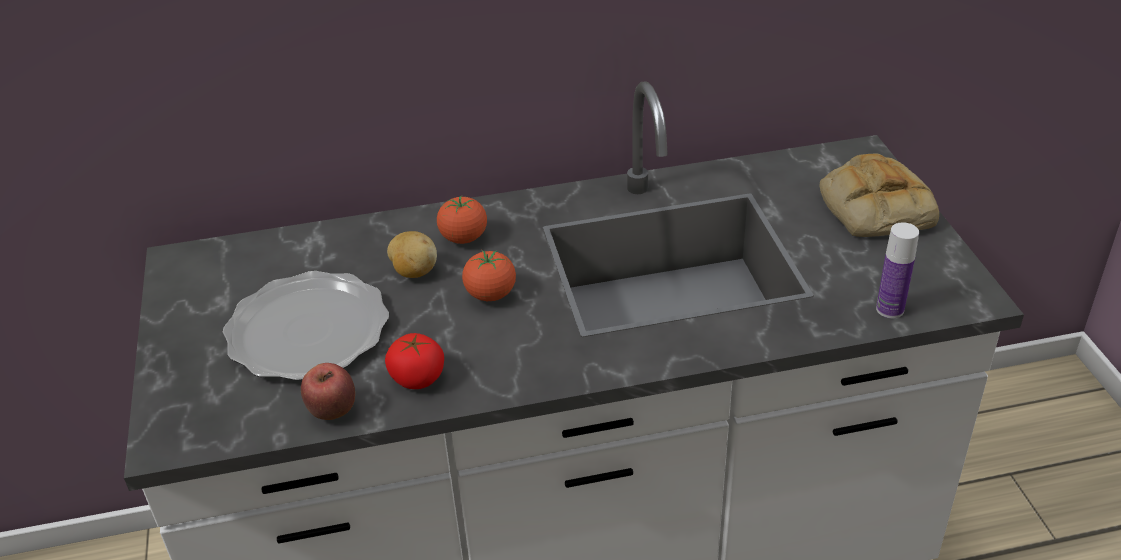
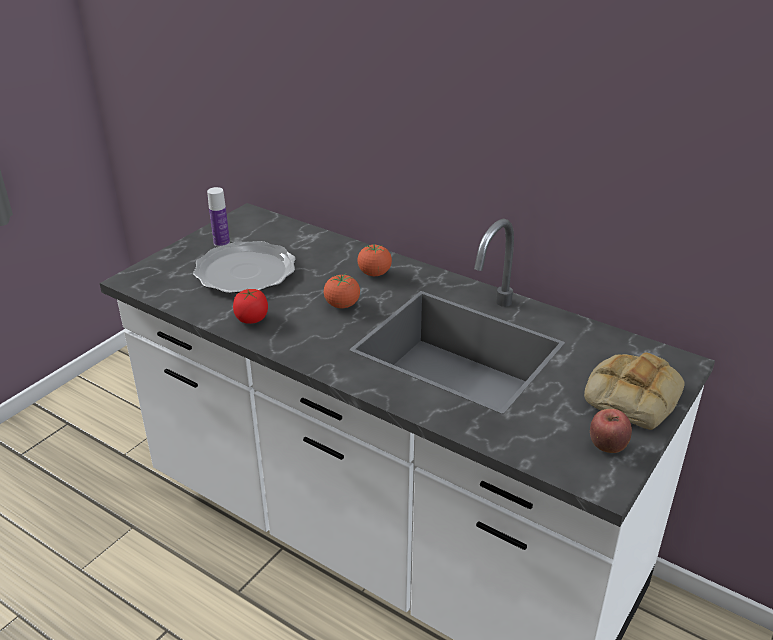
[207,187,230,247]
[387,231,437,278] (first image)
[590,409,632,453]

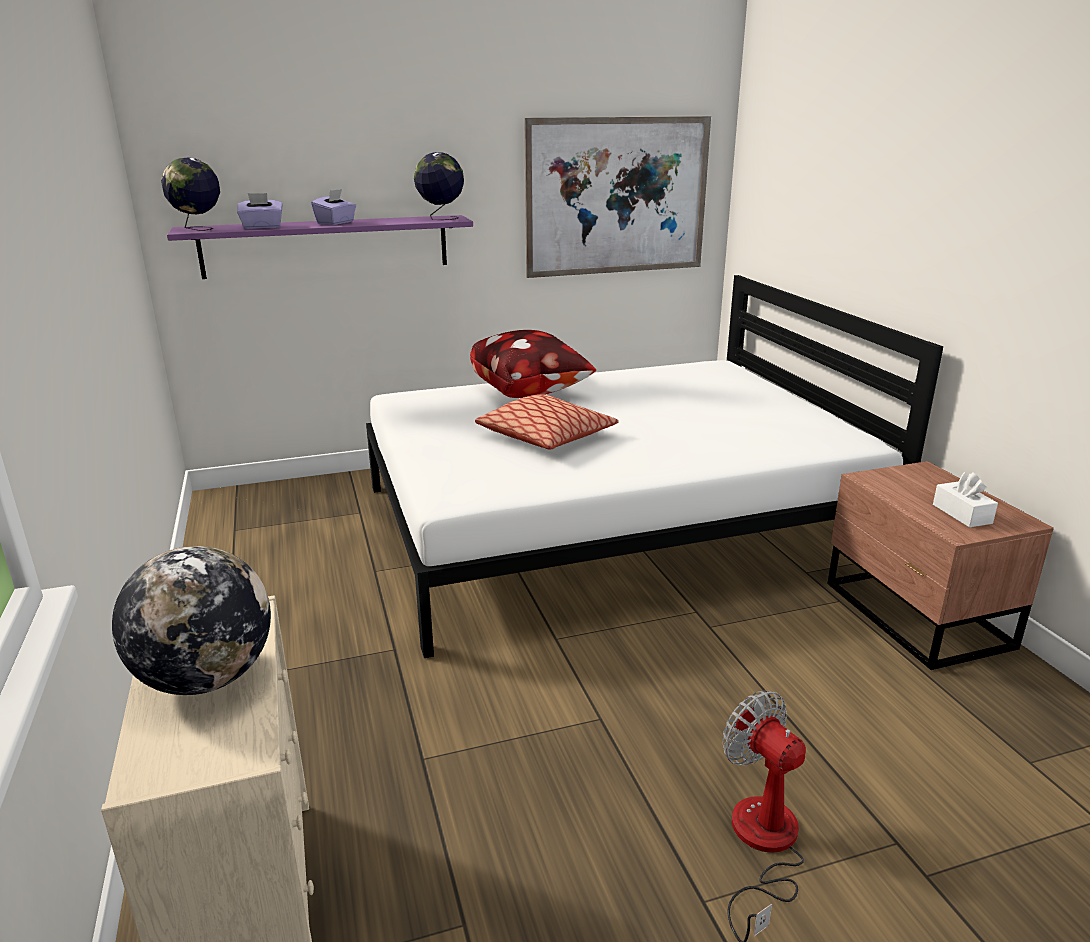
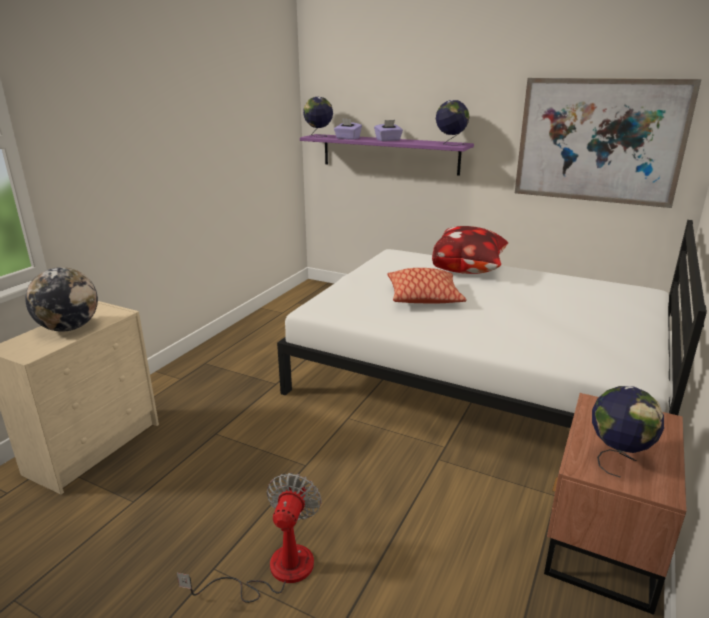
[592,386,664,478]

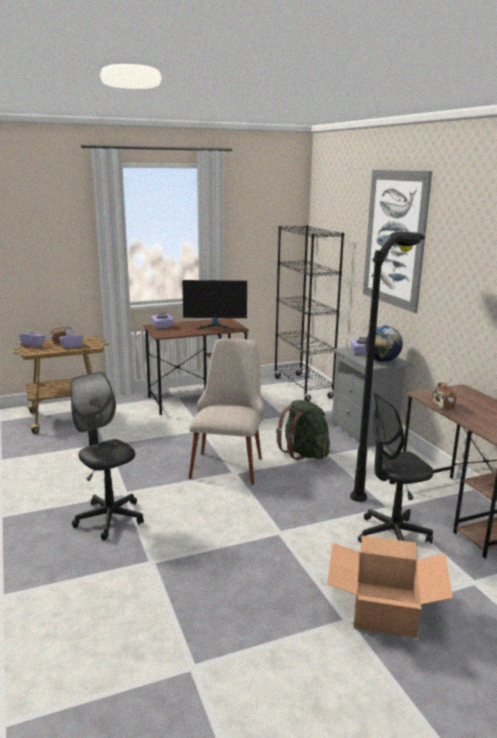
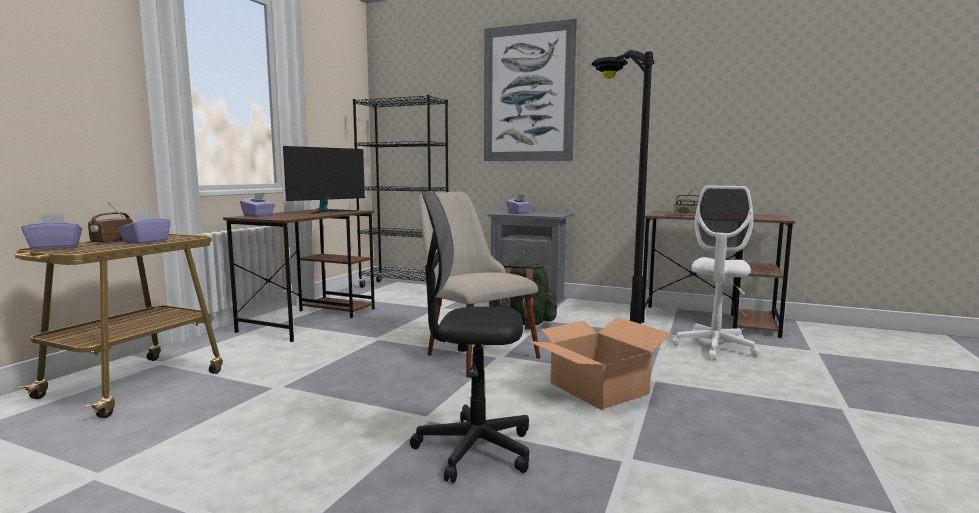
[365,325,403,362] (first image)
[672,185,759,360]
[527,317,672,410]

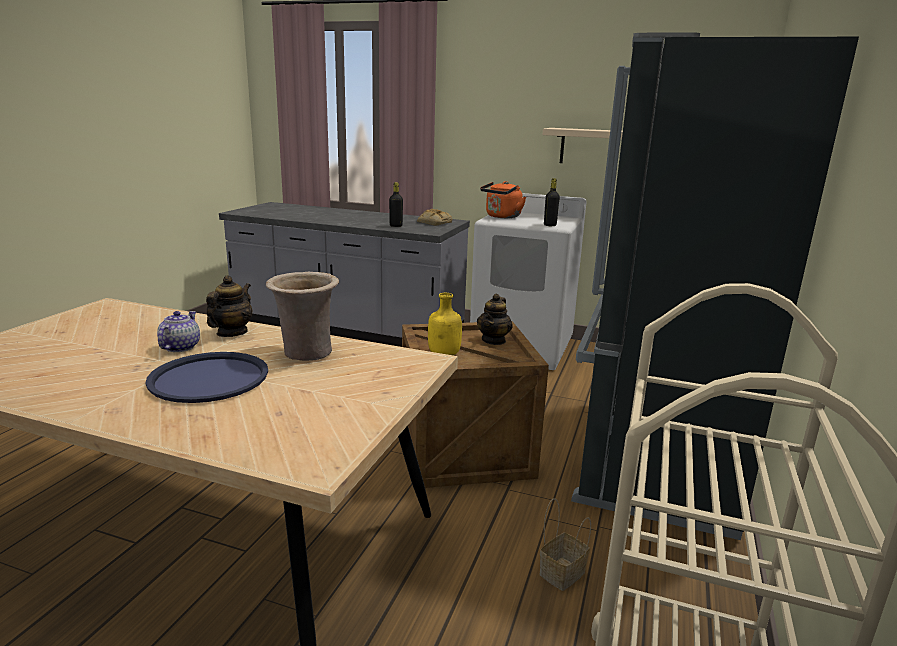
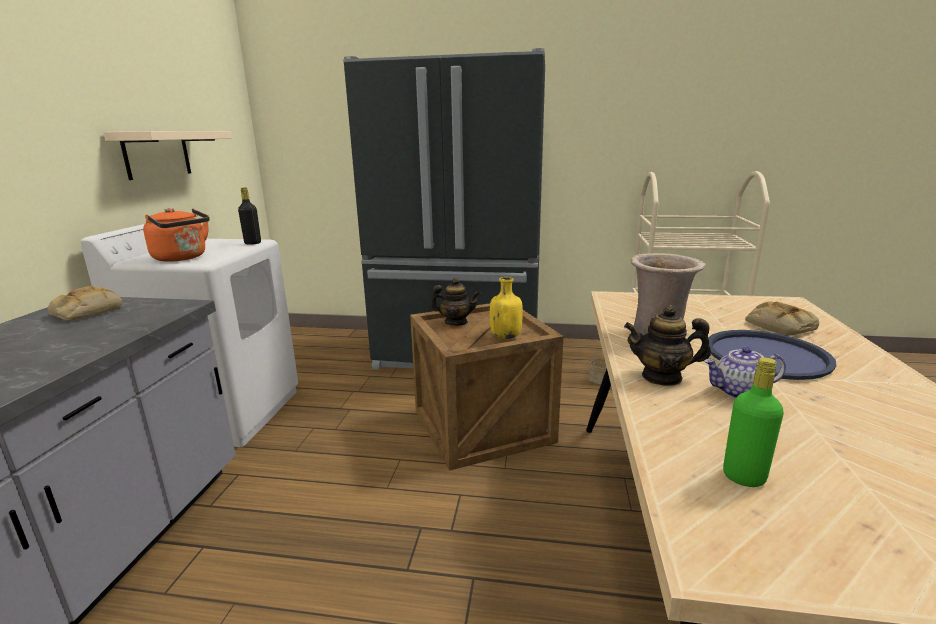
[389,182,403,227] (first image)
[745,301,819,336]
[723,357,784,487]

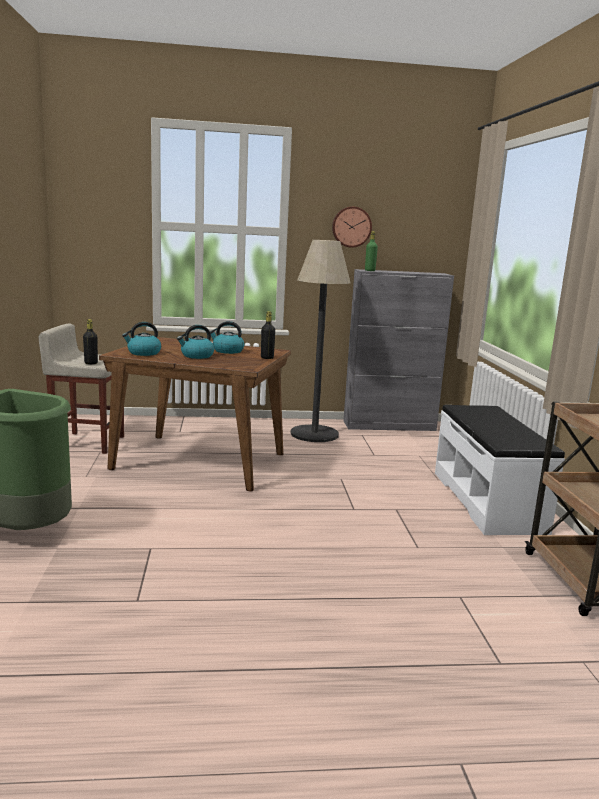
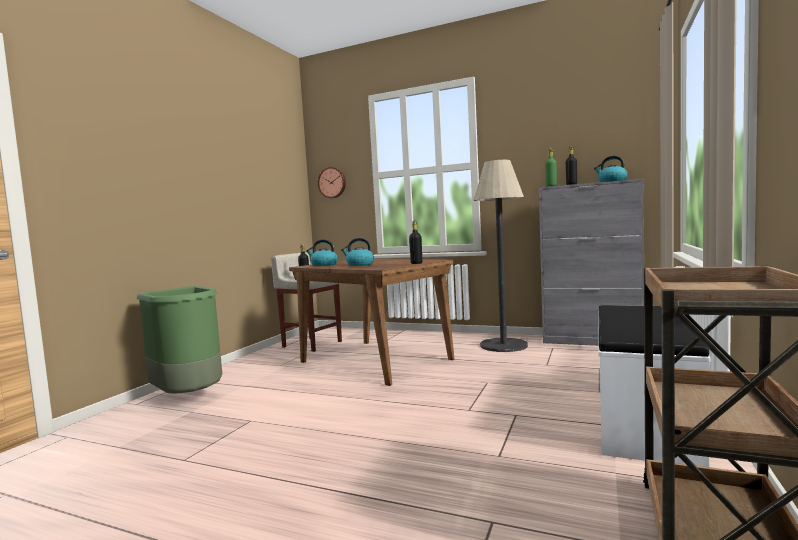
[318,167,346,198]
[594,156,628,182]
[566,146,577,185]

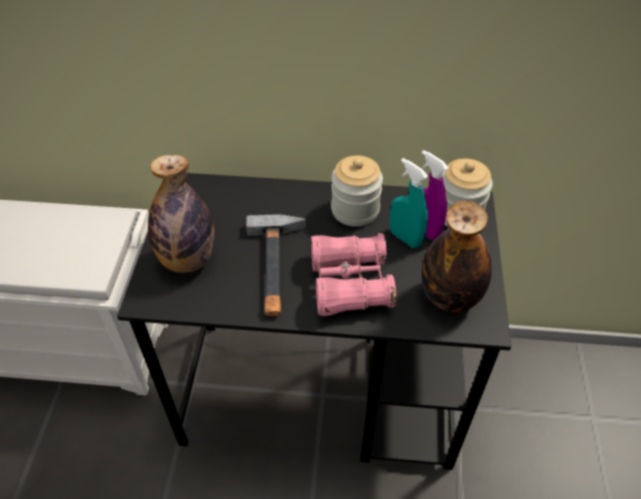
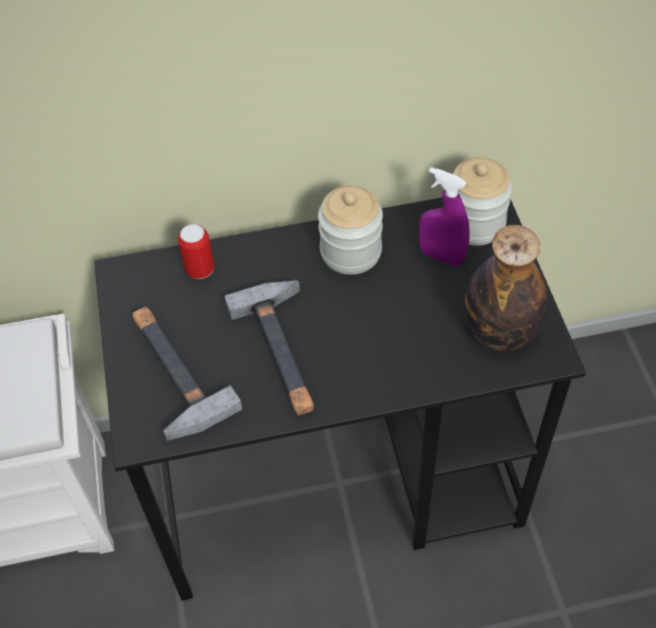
[132,307,242,441]
[390,158,428,248] (first image)
[311,233,396,317] (first image)
[178,224,214,279]

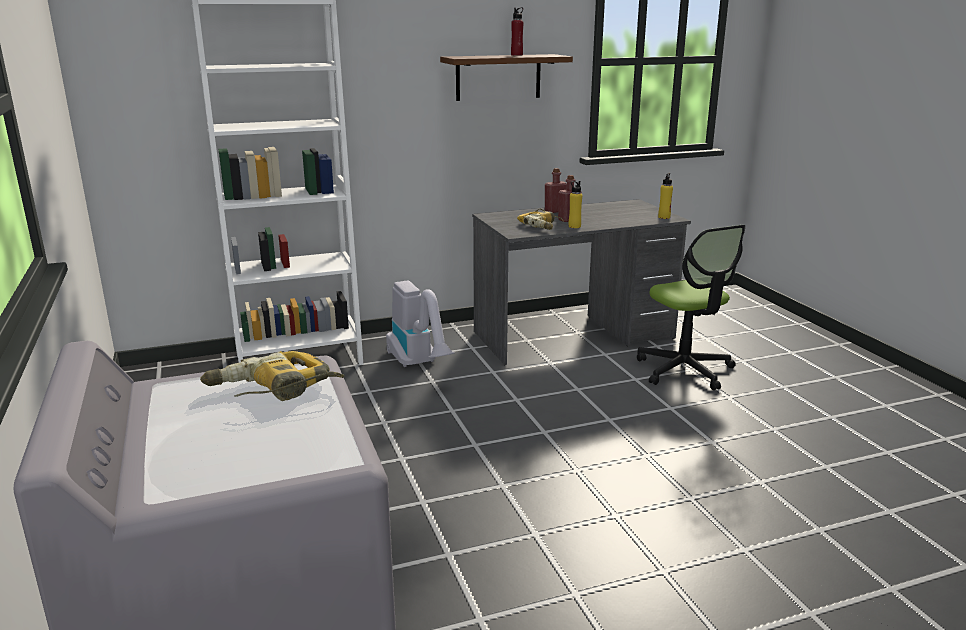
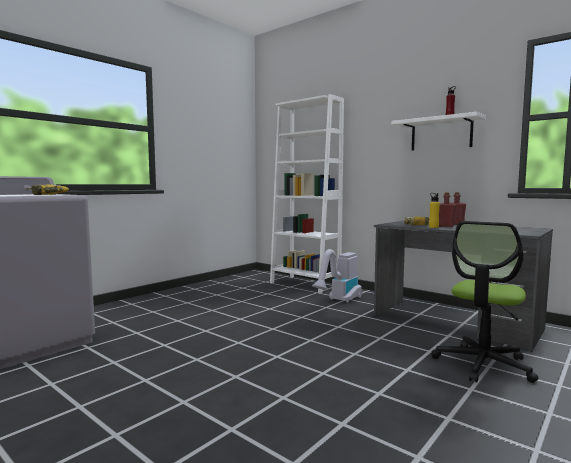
[391,112,486,150]
[658,173,673,219] (first image)

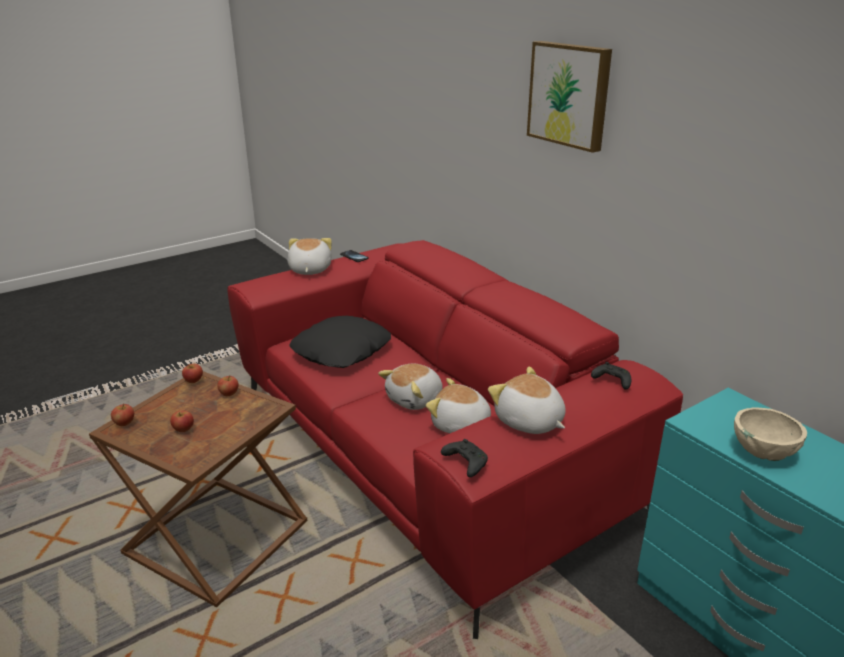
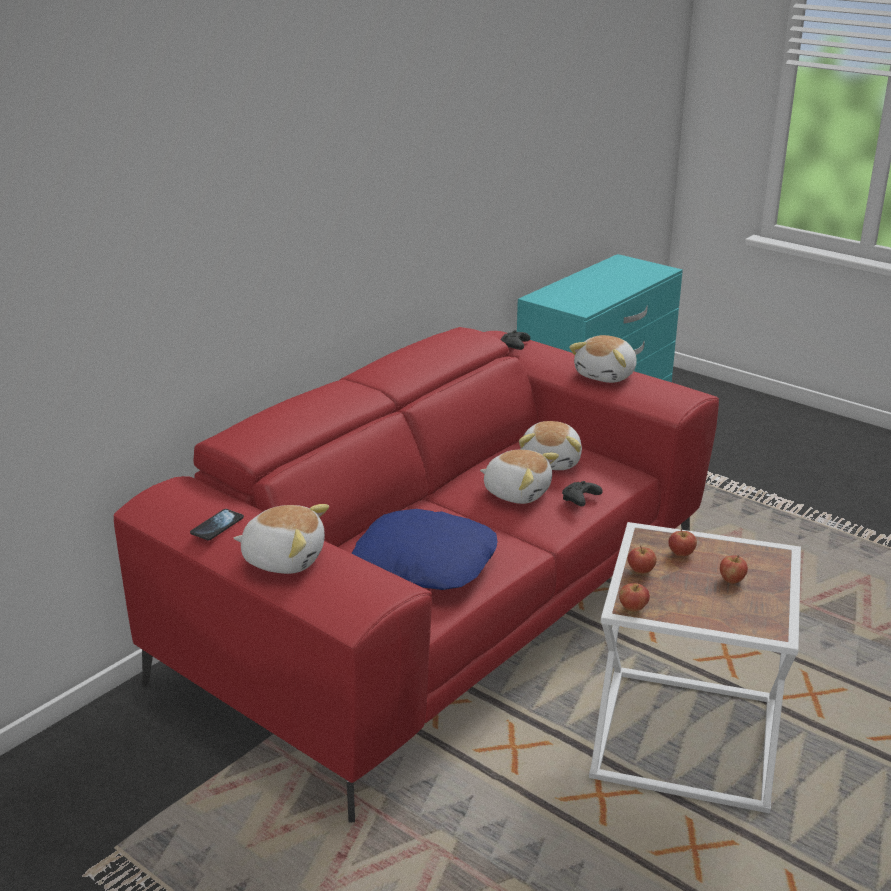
[527,41,612,153] (first image)
[234,504,329,574]
[351,509,498,590]
[589,522,801,813]
[668,529,697,556]
[734,407,807,461] (first image)
[562,481,603,506]

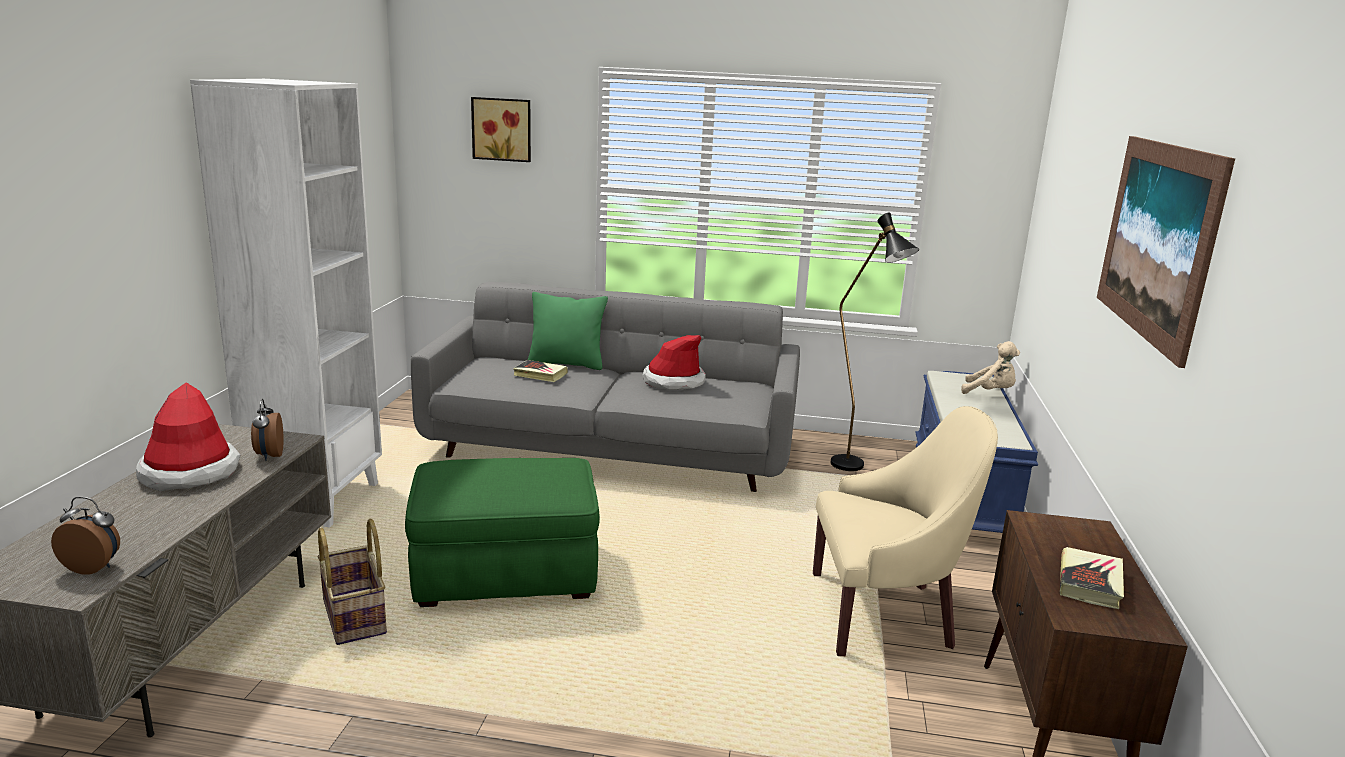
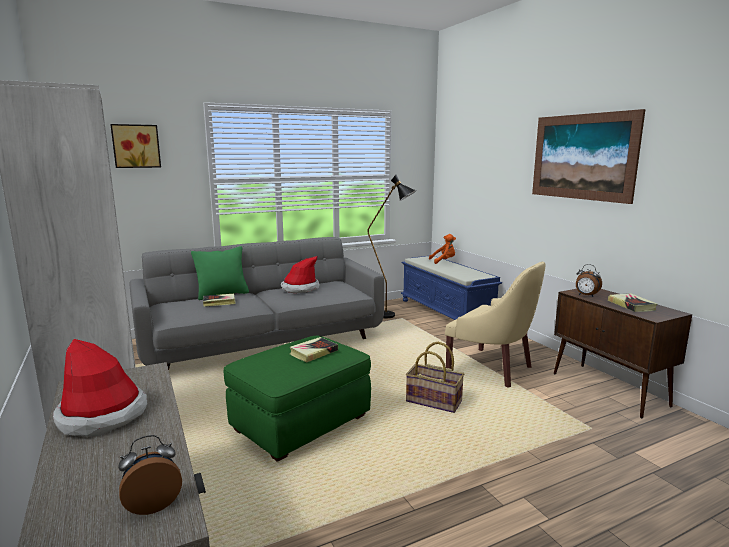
[429,234,456,264]
[576,264,602,297]
[445,261,546,388]
[406,342,464,413]
[289,337,338,362]

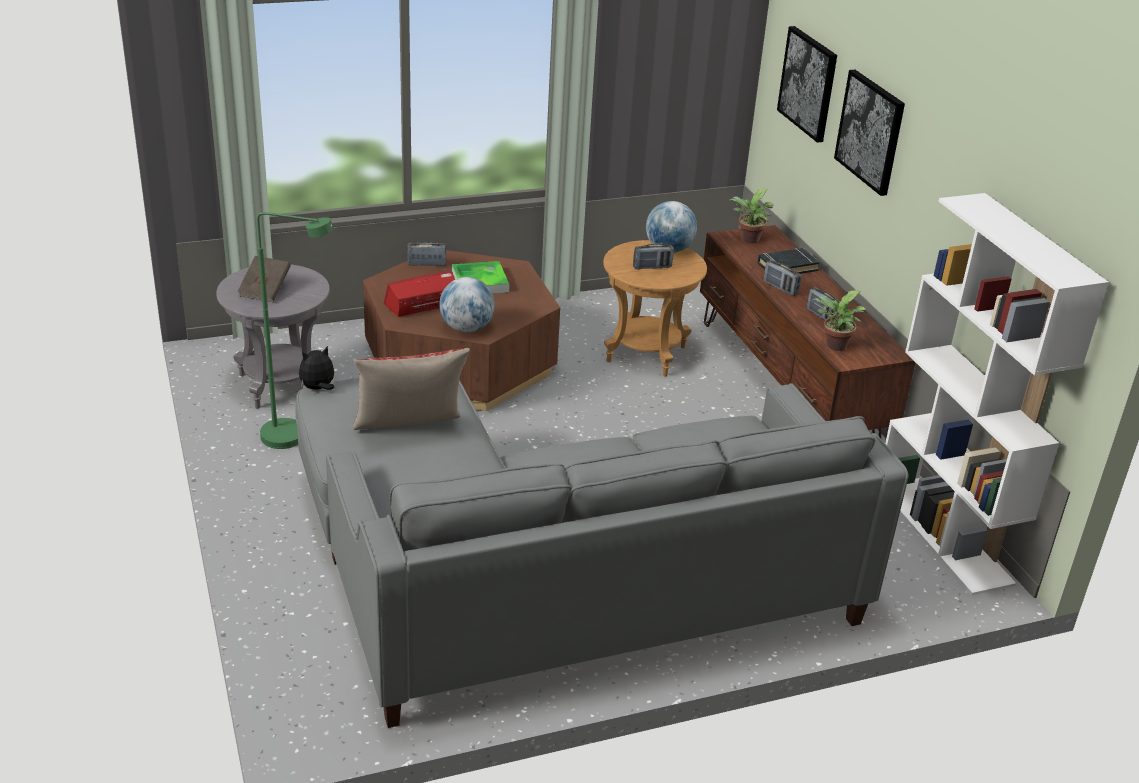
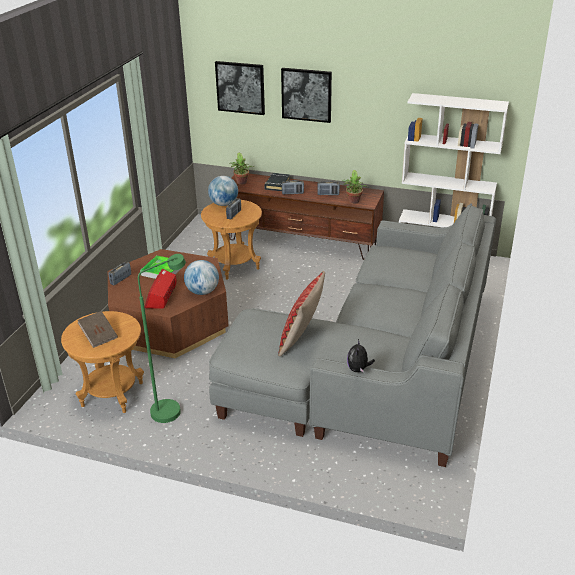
[61,311,144,413]
[347,339,375,373]

